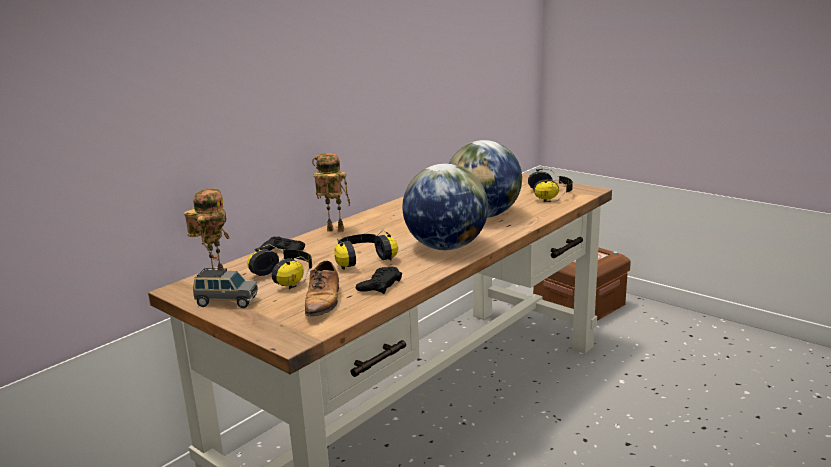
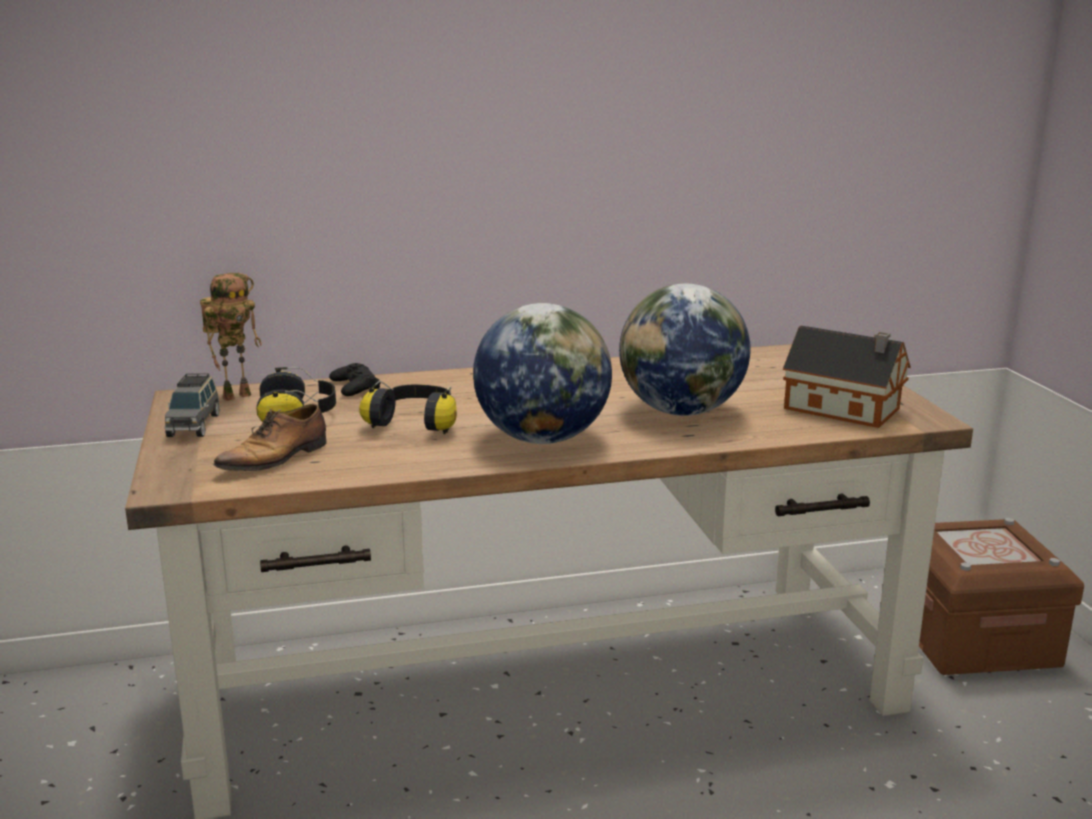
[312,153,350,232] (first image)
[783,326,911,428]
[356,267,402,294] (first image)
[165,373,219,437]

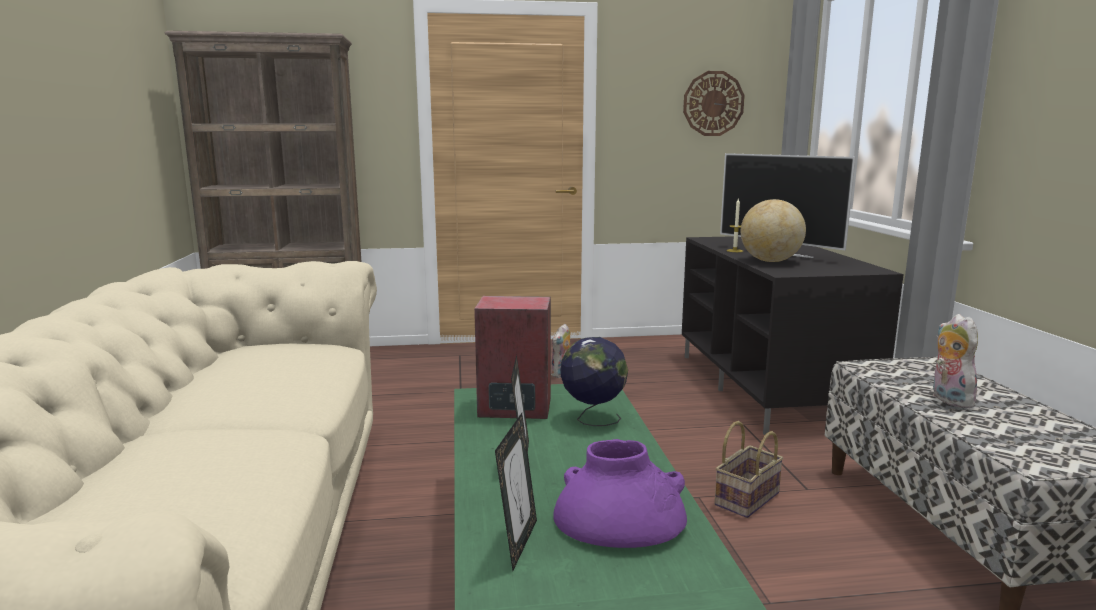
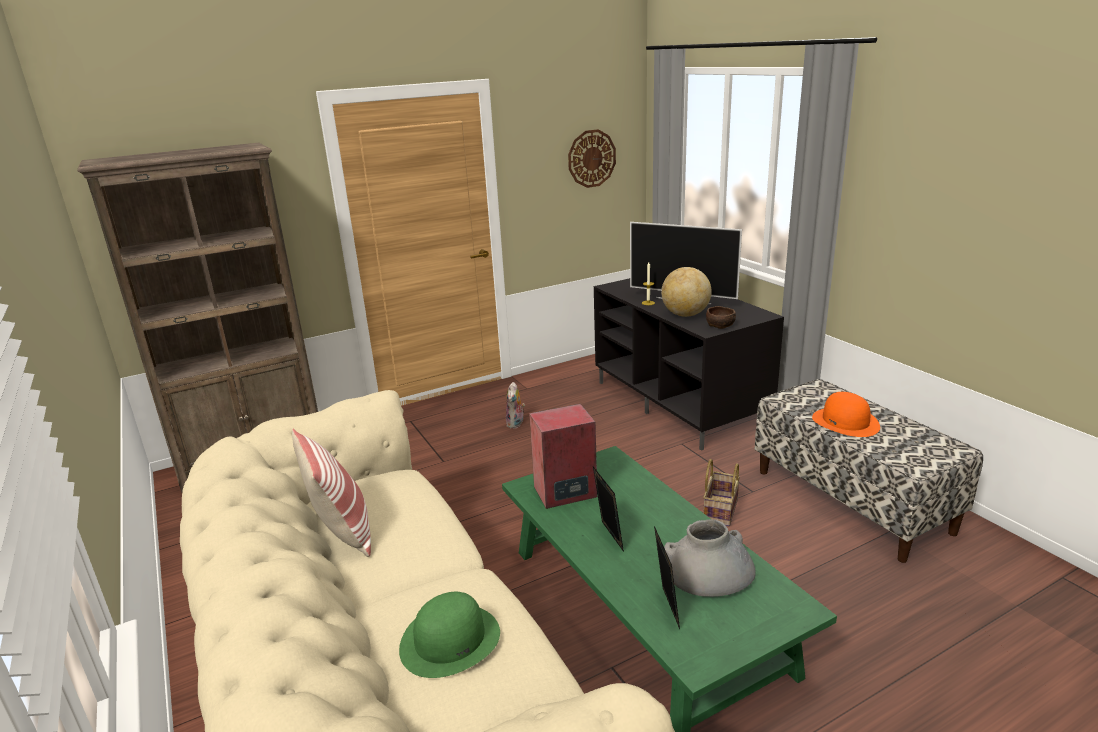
[812,392,880,437]
[560,337,628,426] (first image)
[664,519,756,597]
[706,306,736,329]
[292,429,371,557]
[399,592,500,678]

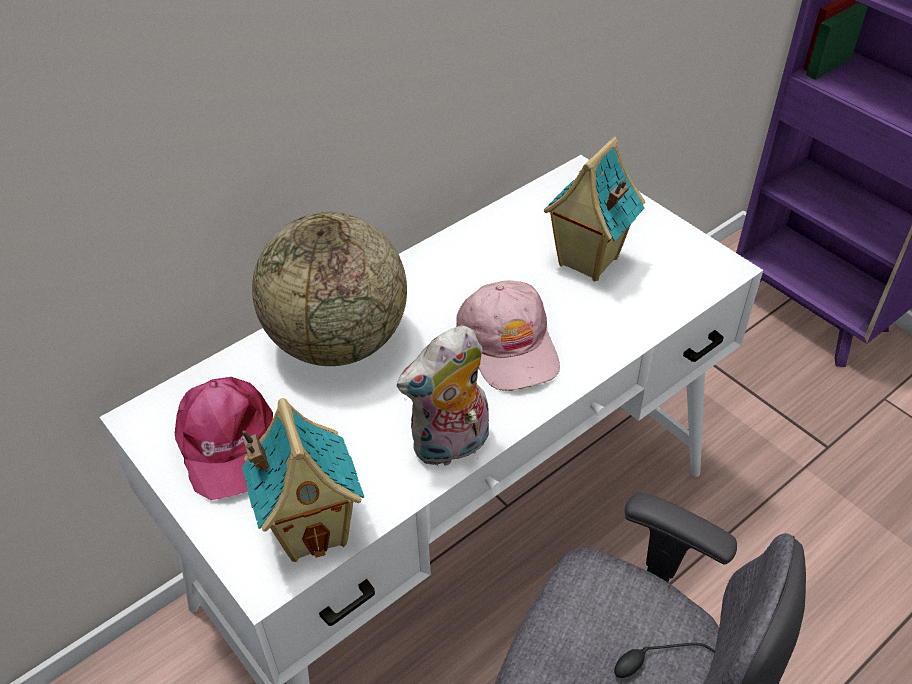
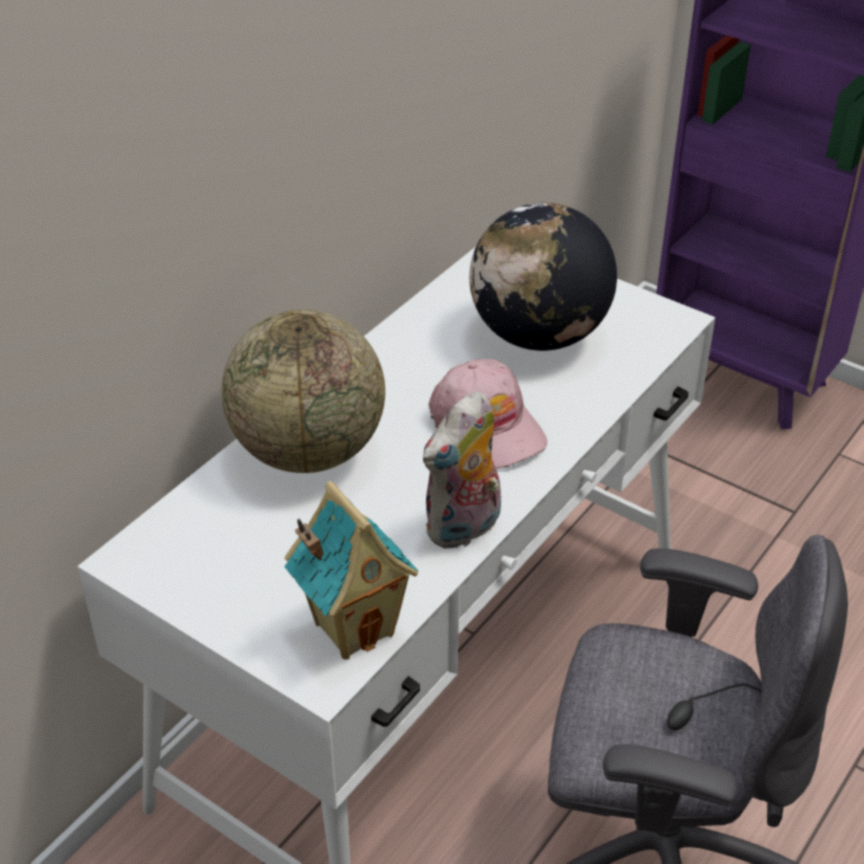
[469,203,617,351]
[175,377,273,500] (first image)

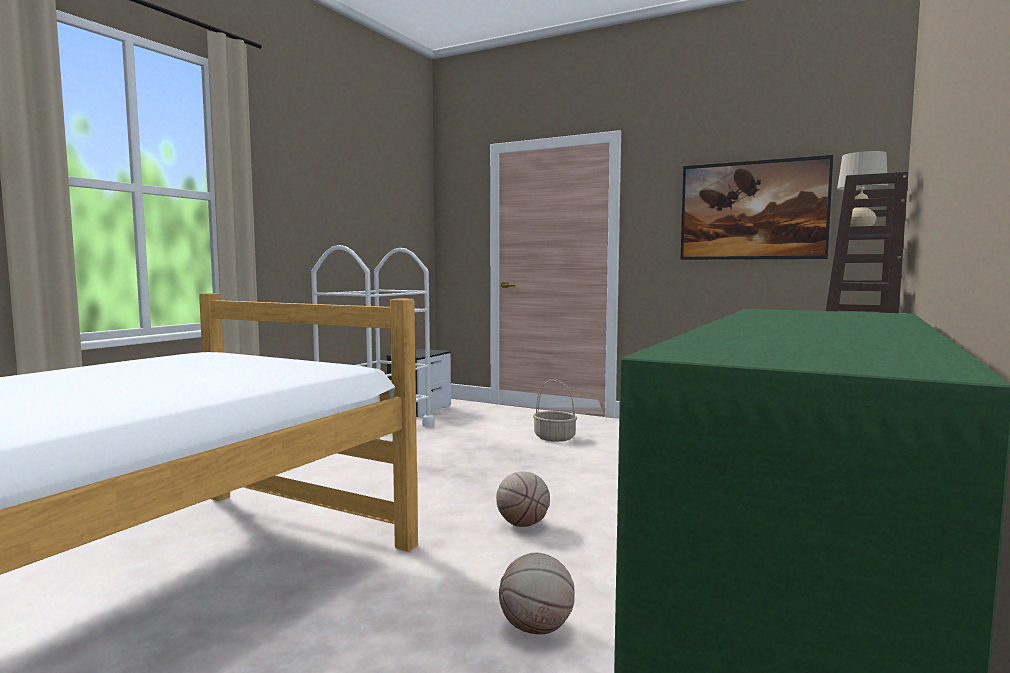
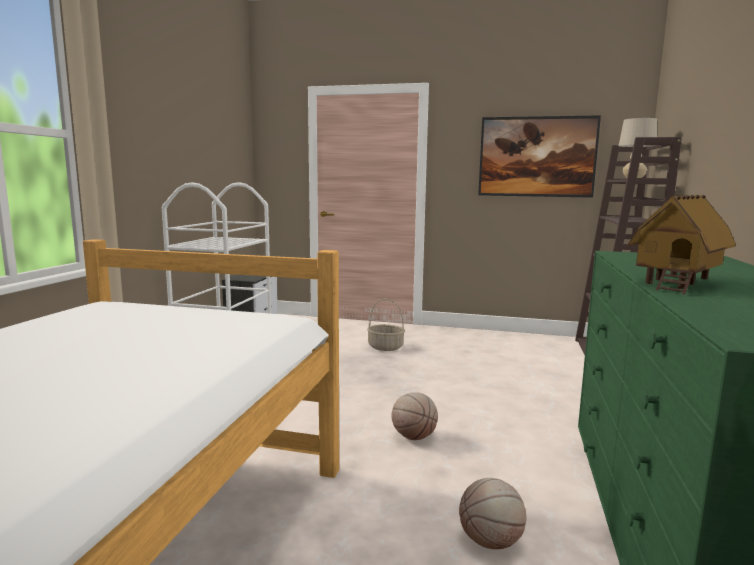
[628,195,736,295]

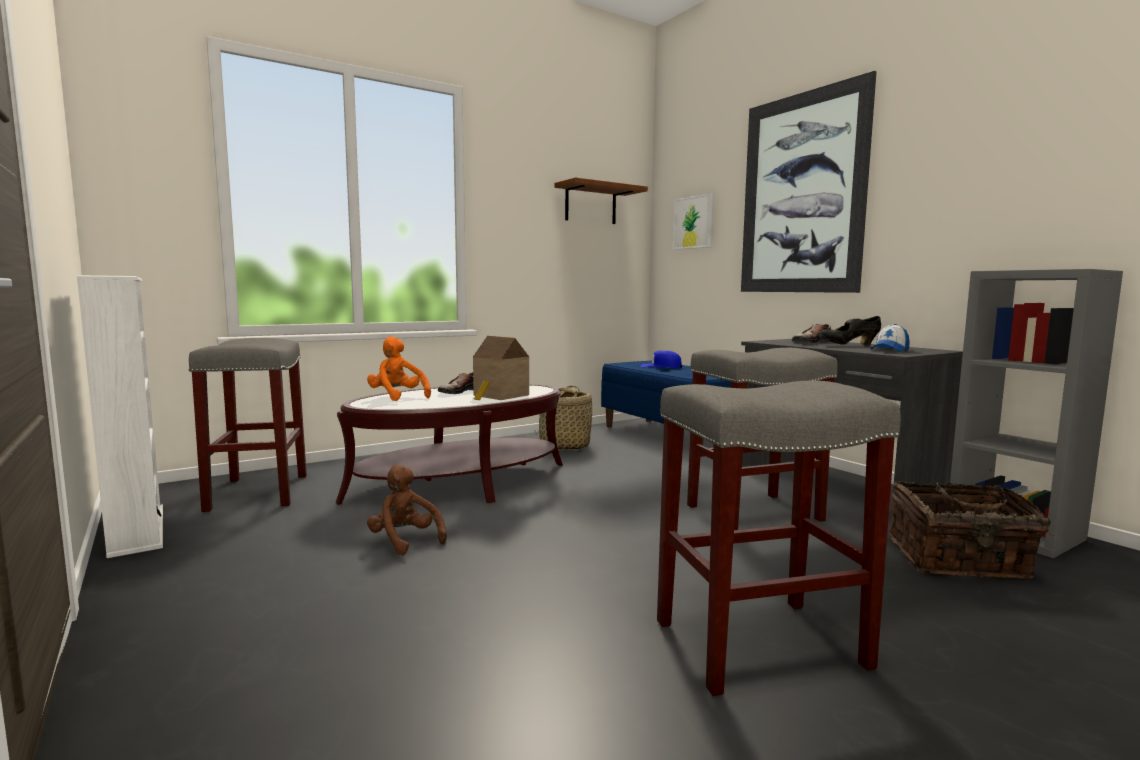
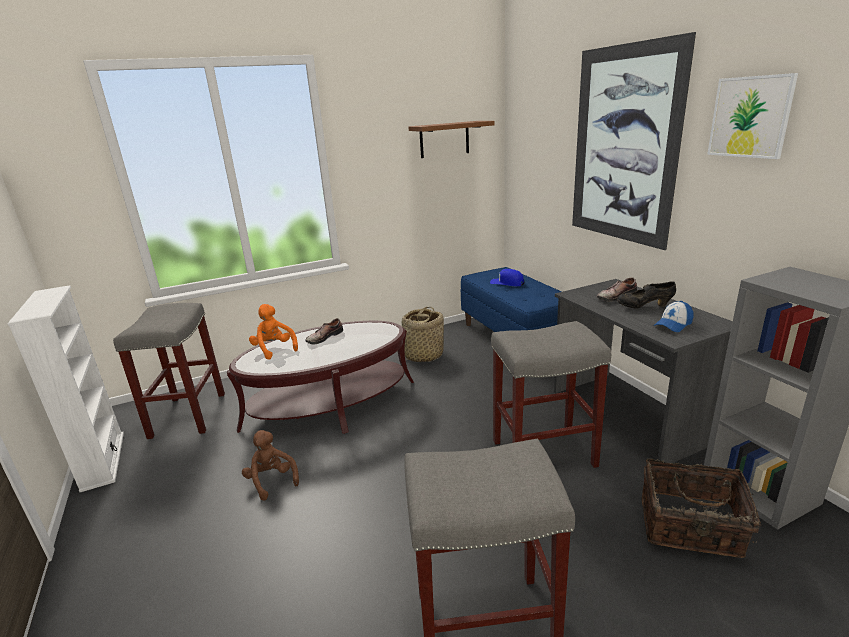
[707,73,798,159]
[473,336,529,400] (first image)

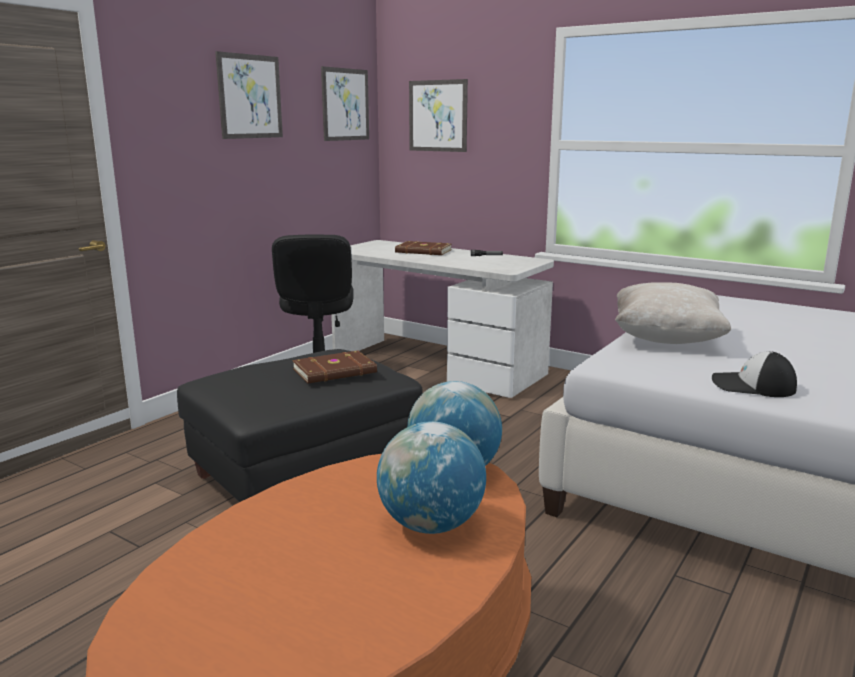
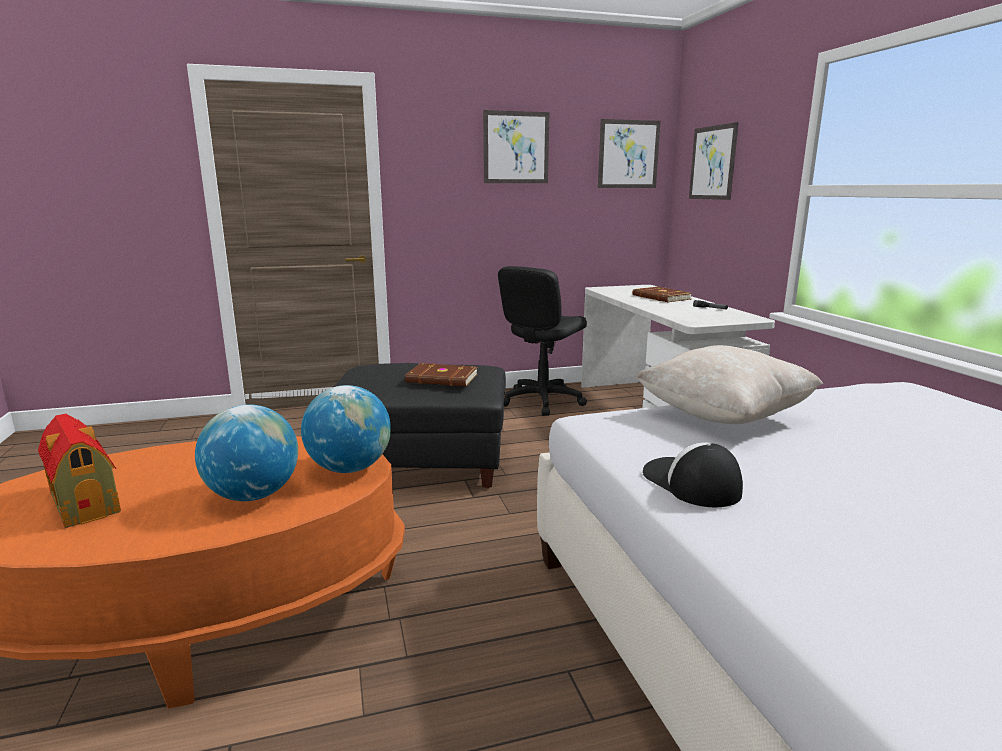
[38,413,121,528]

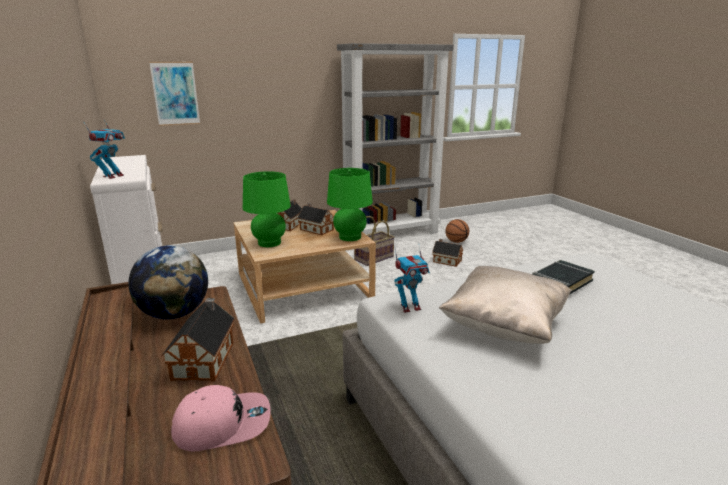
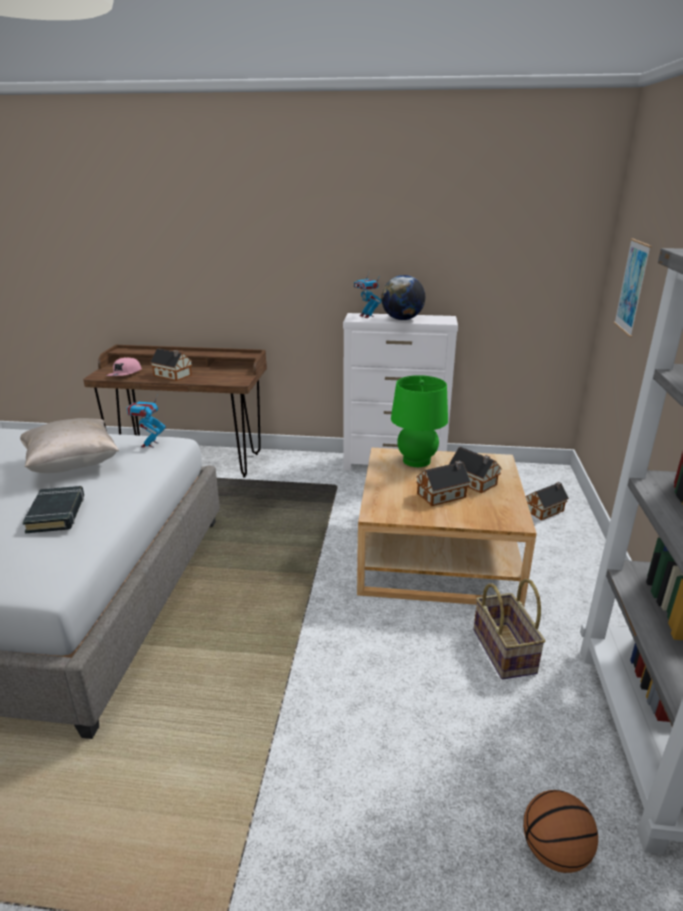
[327,168,373,241] (first image)
[525,482,569,520]
[381,275,425,320]

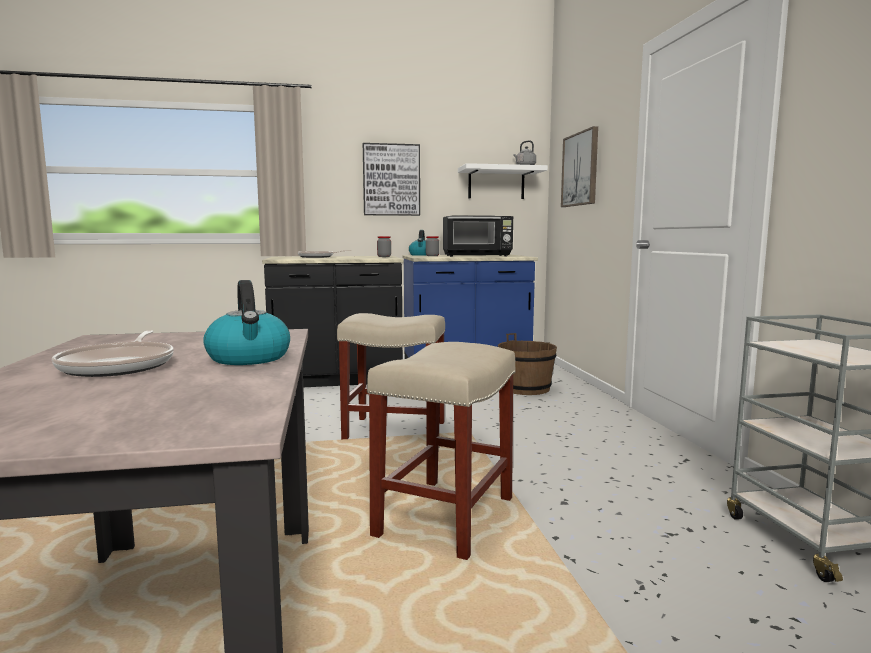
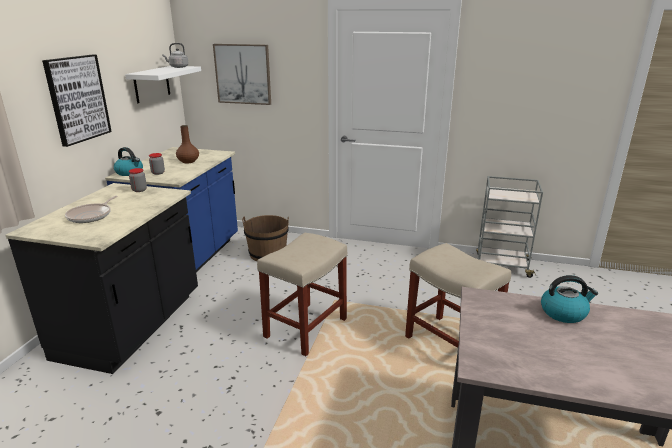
[176,125,199,163]
[52,330,174,377] (first image)

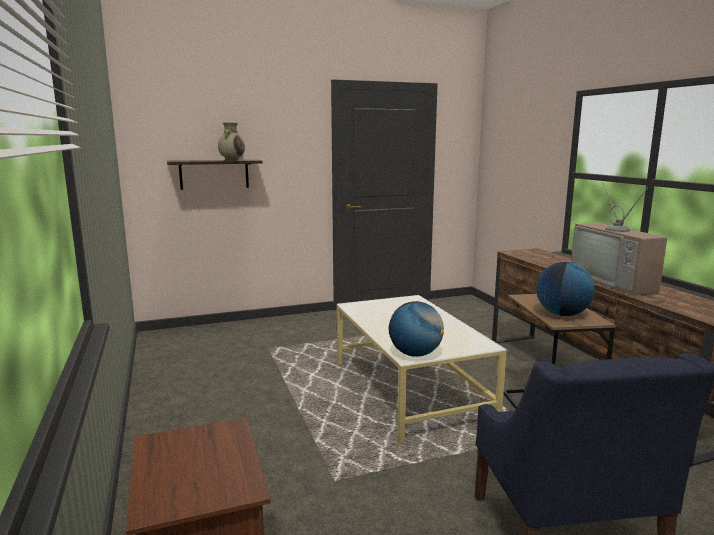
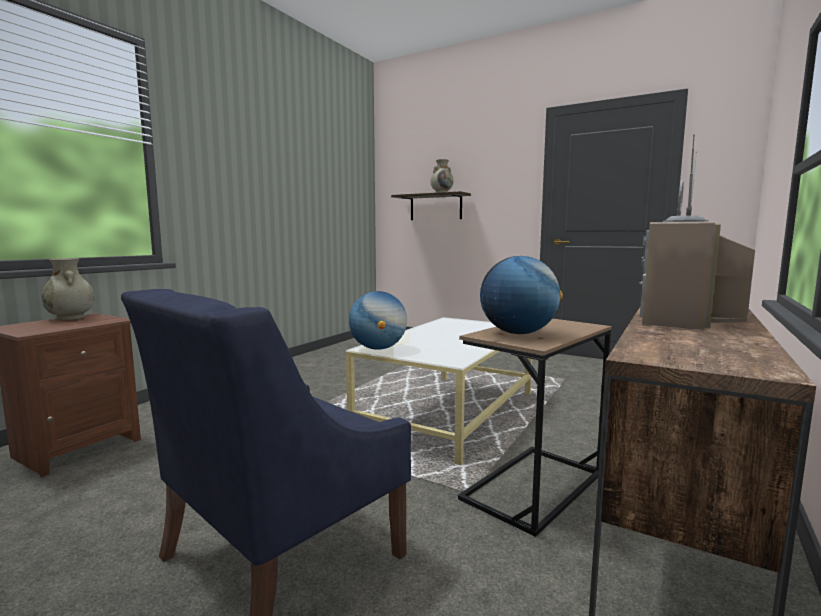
[41,258,95,320]

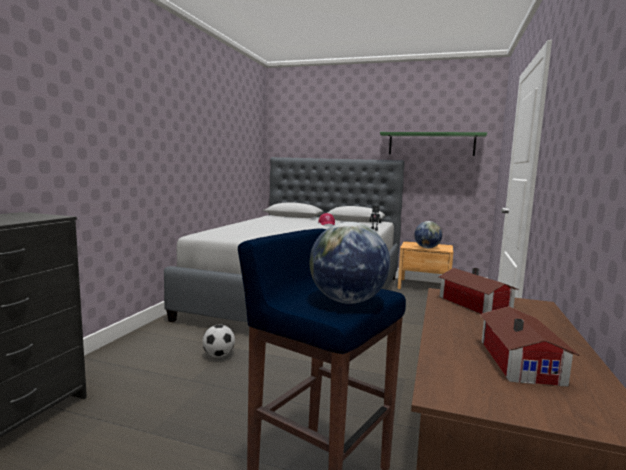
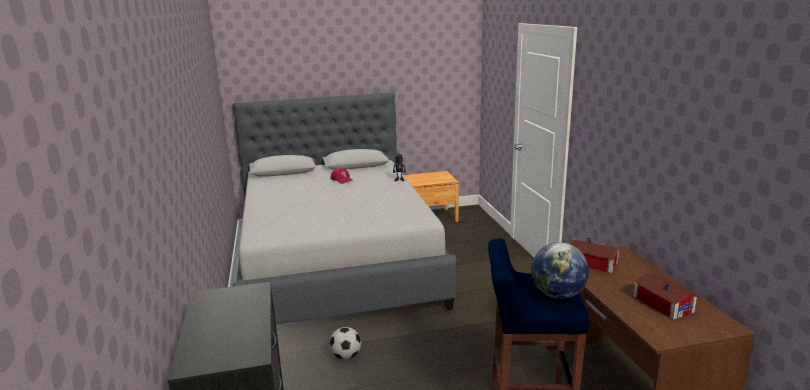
[380,132,487,156] (first image)
[414,221,442,248] (first image)

